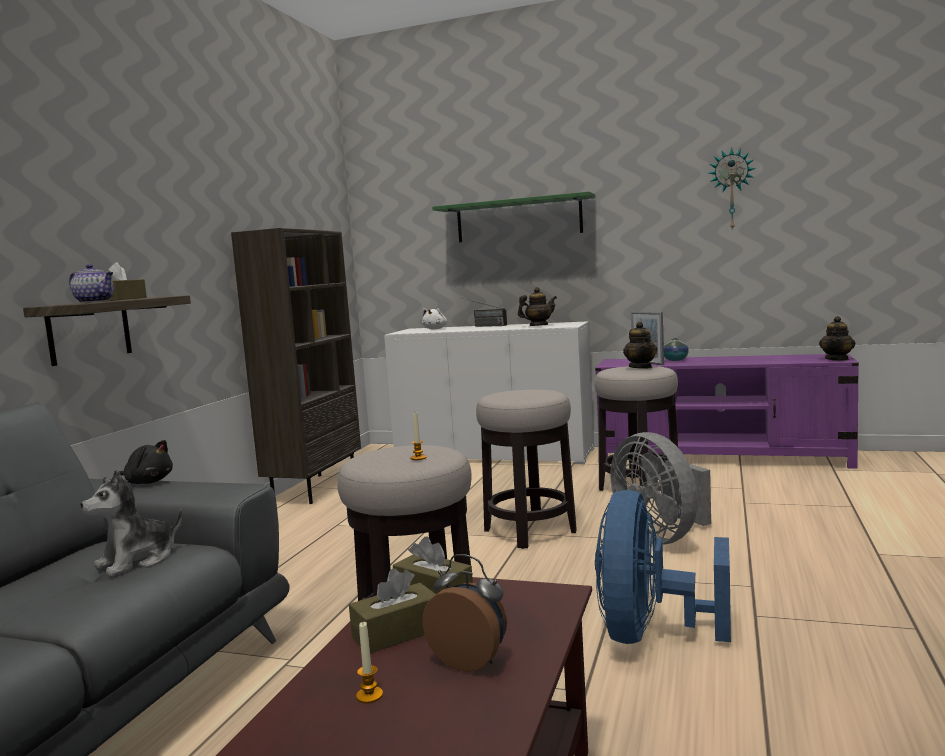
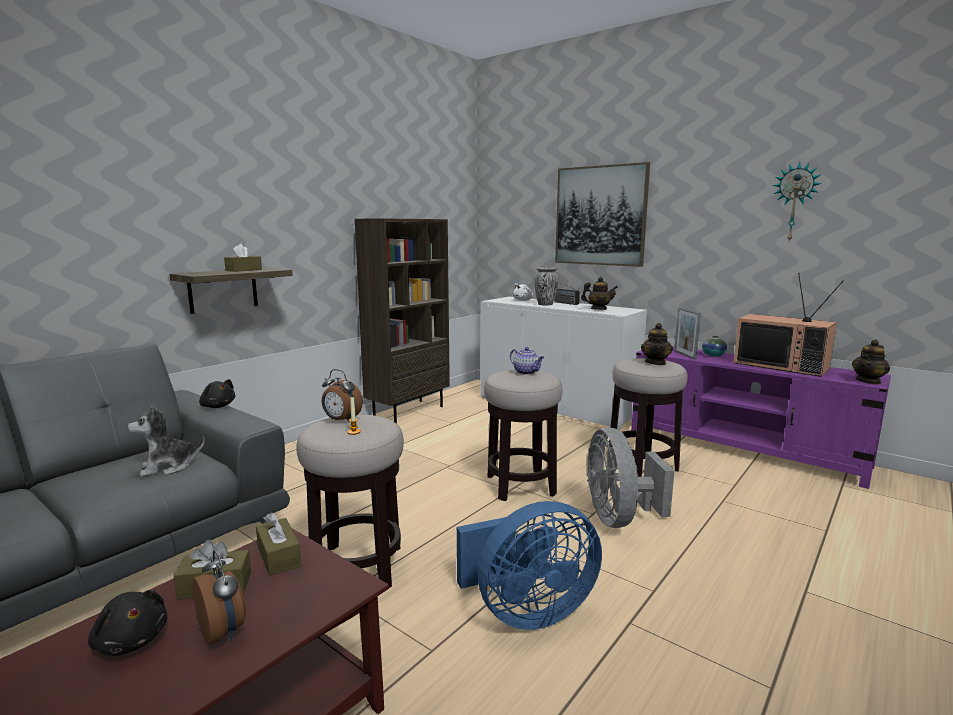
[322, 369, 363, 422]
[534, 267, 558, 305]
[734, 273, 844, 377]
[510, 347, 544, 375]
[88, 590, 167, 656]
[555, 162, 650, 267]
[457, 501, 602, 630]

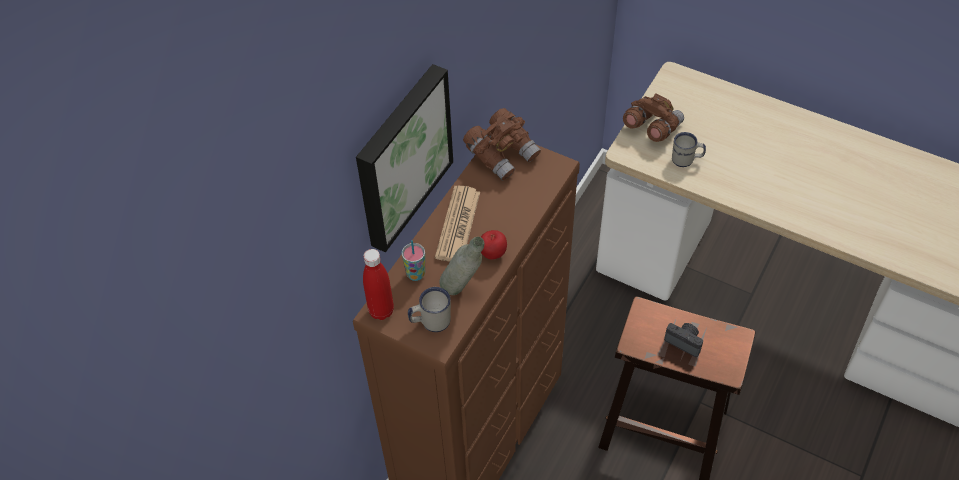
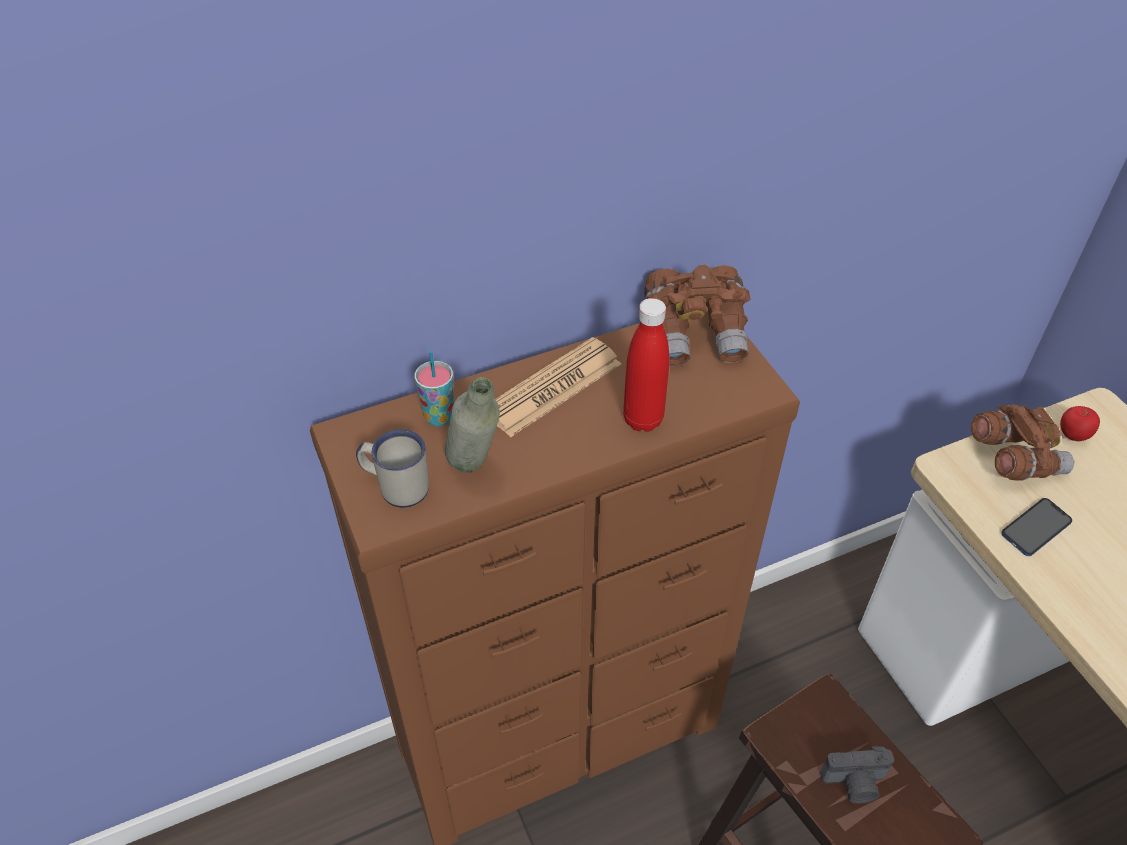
[356, 64, 453, 252] (first image)
[623, 298, 670, 432]
[1060, 406, 1100, 441]
[1001, 498, 1072, 556]
[820, 746, 894, 804]

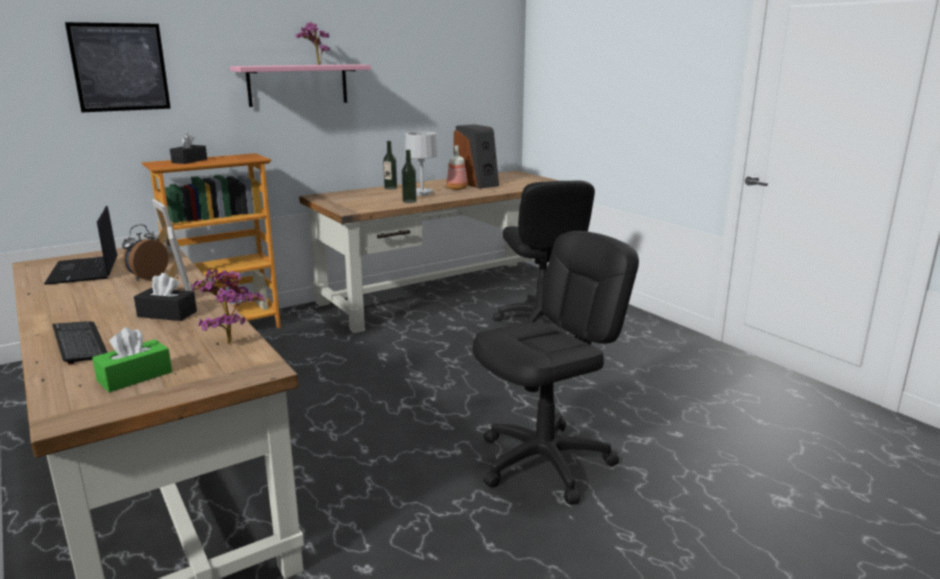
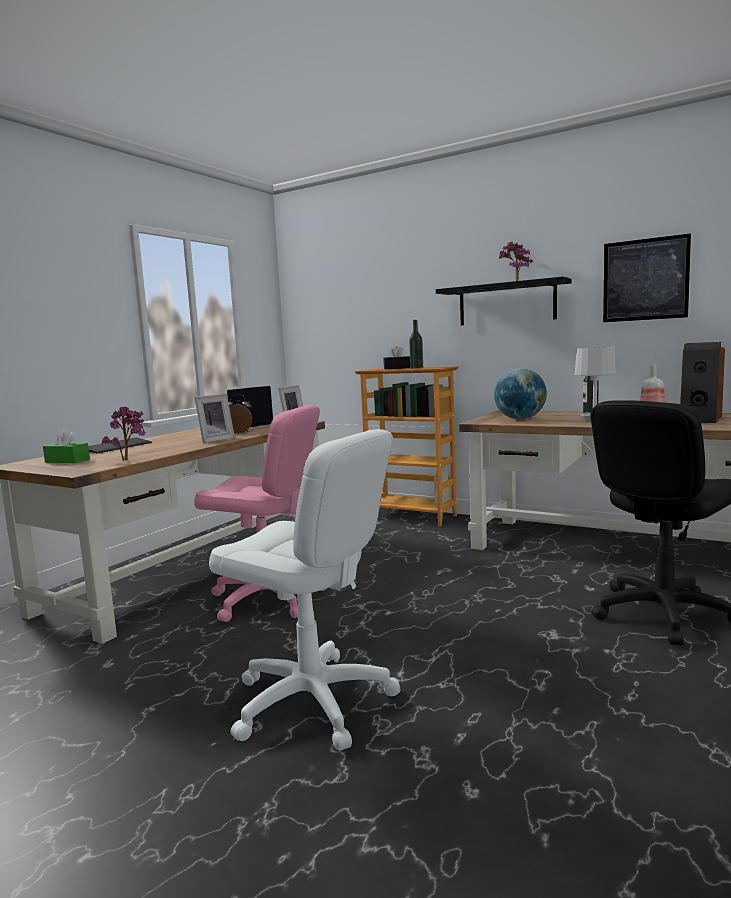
[134, 273, 197, 321] (first image)
[194, 405, 327, 622]
[494, 368, 547, 420]
[603, 233, 691, 322]
[409, 320, 423, 369]
[436, 277, 572, 325]
[209, 429, 400, 751]

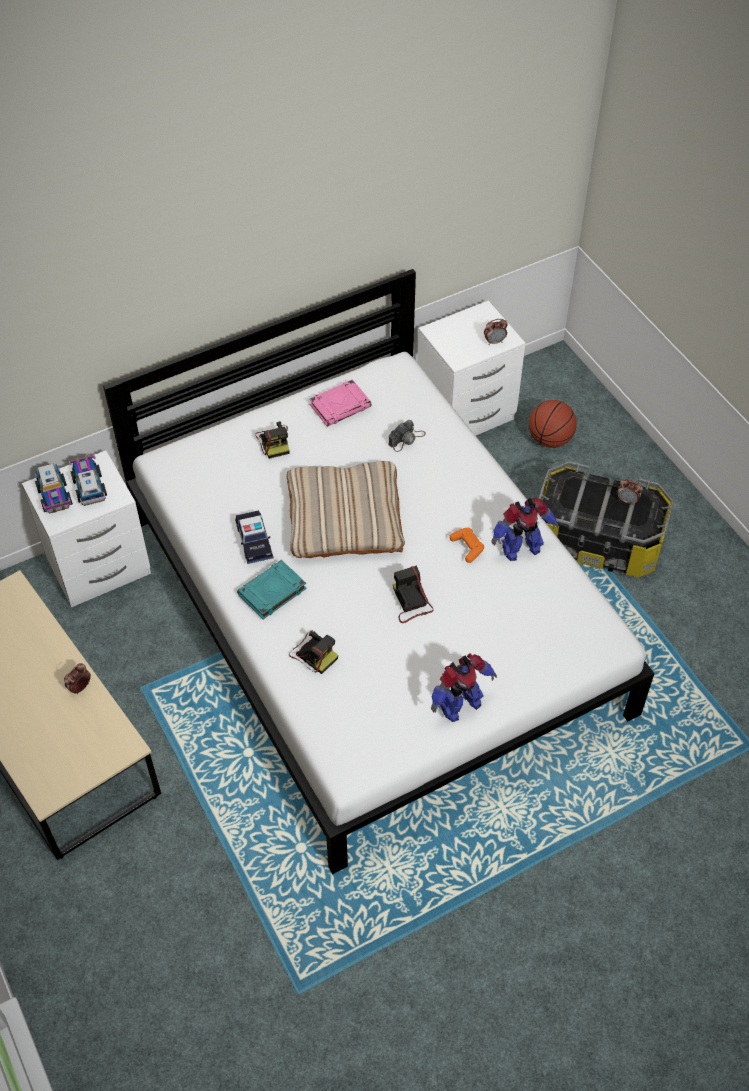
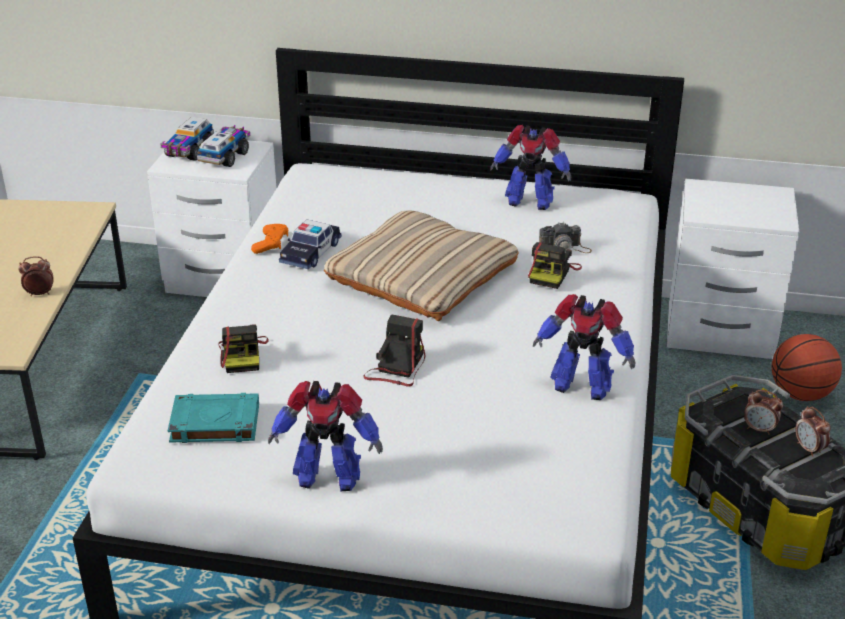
[167, 393, 259, 443]
[528, 242, 582, 289]
[251, 224, 288, 254]
[744, 390, 783, 435]
[490, 125, 571, 210]

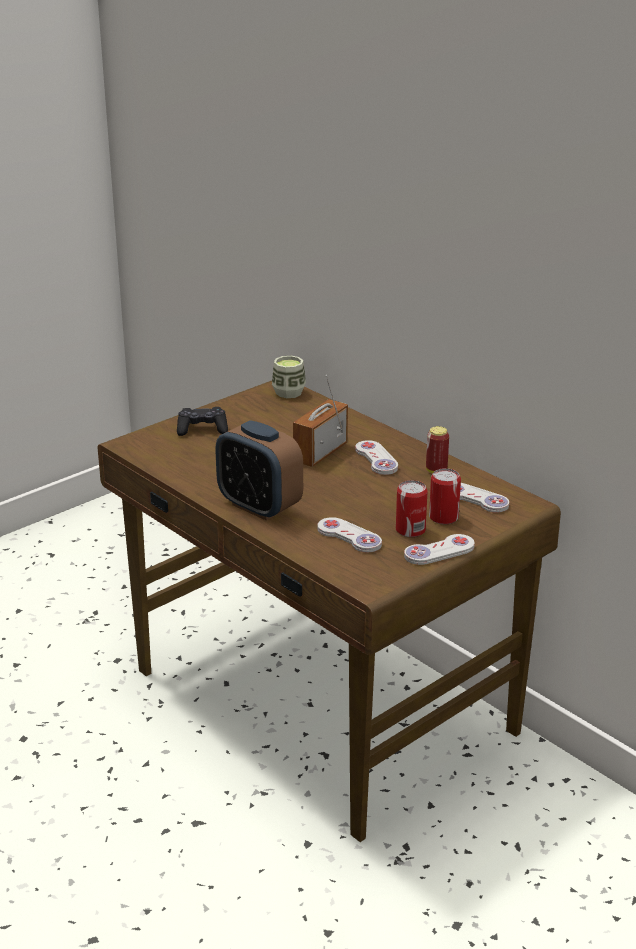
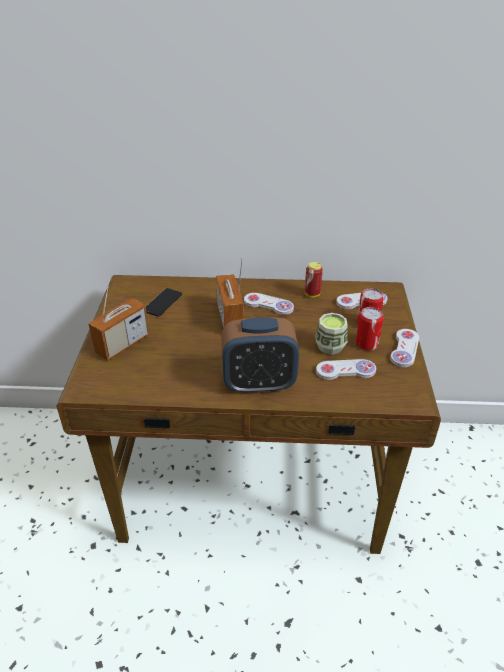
[146, 288, 182, 317]
[315, 313, 347, 355]
[88, 268, 150, 361]

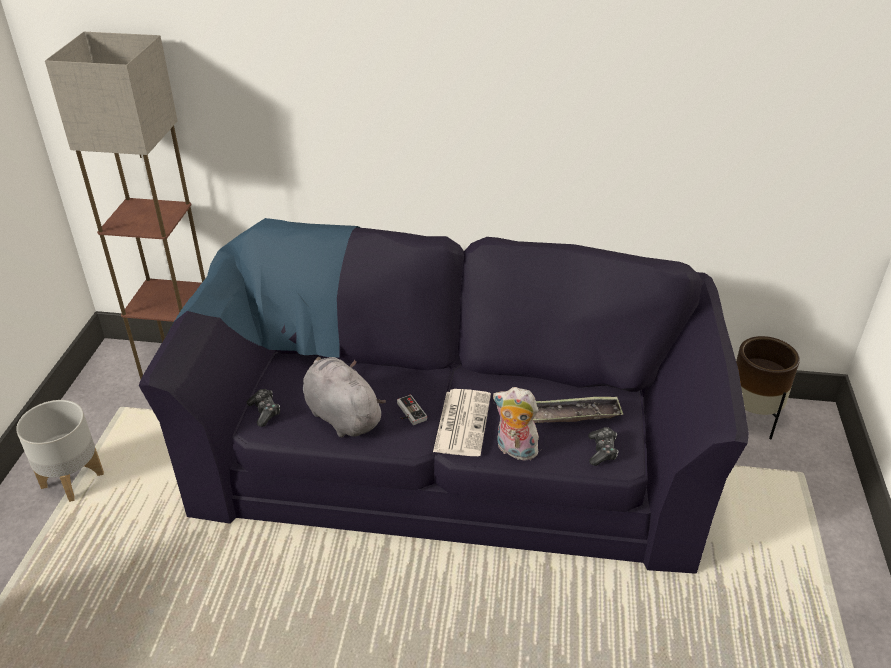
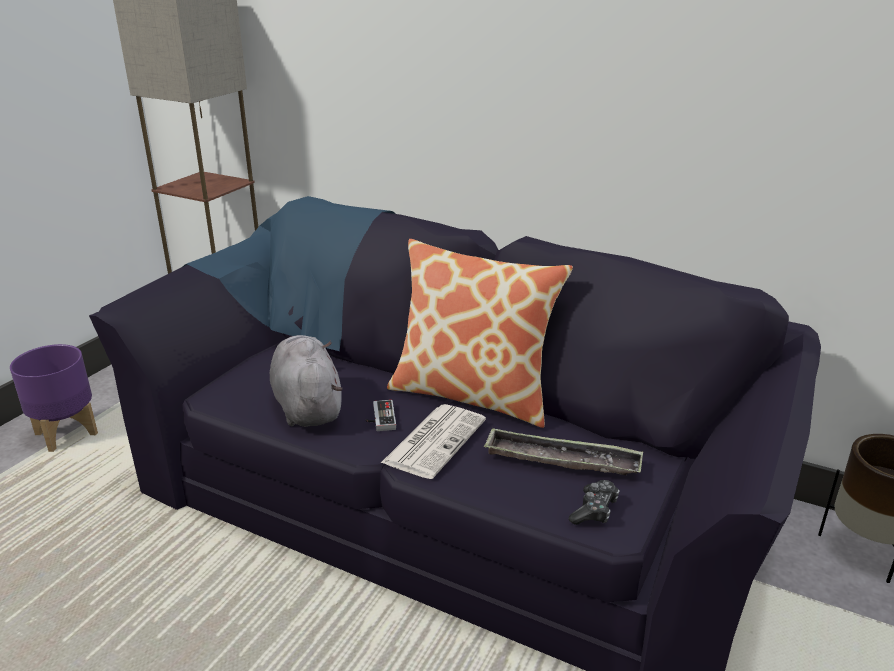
[247, 389, 280, 427] (first image)
[493, 387, 539, 460] (first image)
[387, 239, 573, 428]
[10, 344, 98, 452]

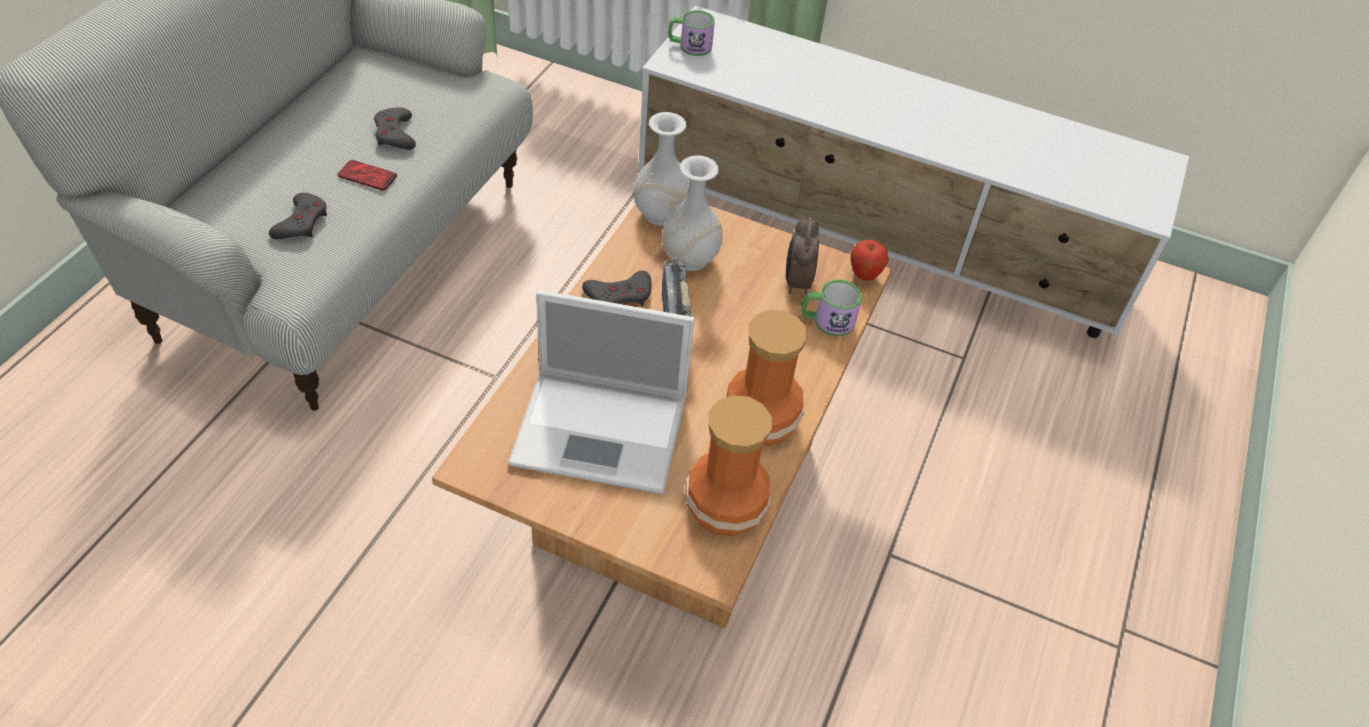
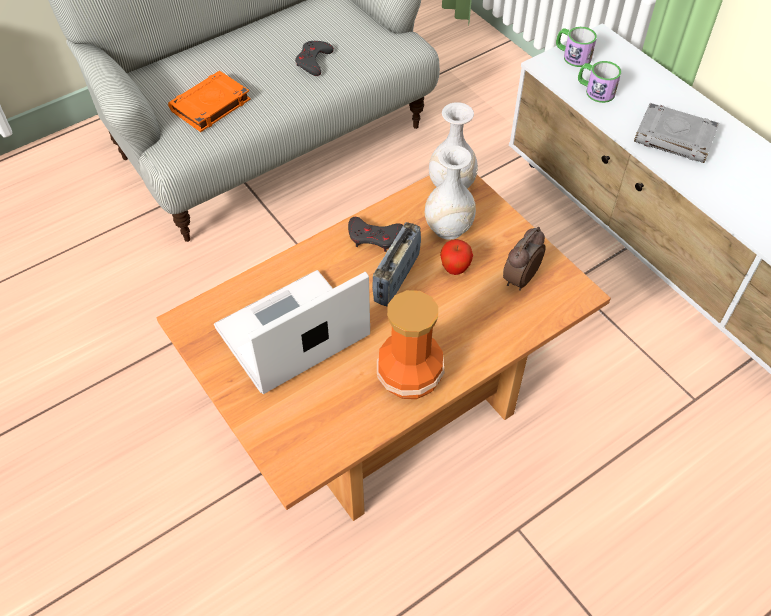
[338, 160, 397, 191] (first image)
[685, 395, 772, 536] (first image)
[634, 103, 719, 163]
[578, 61, 621, 103]
[440, 239, 473, 275]
[168, 71, 251, 132]
[214, 270, 370, 394]

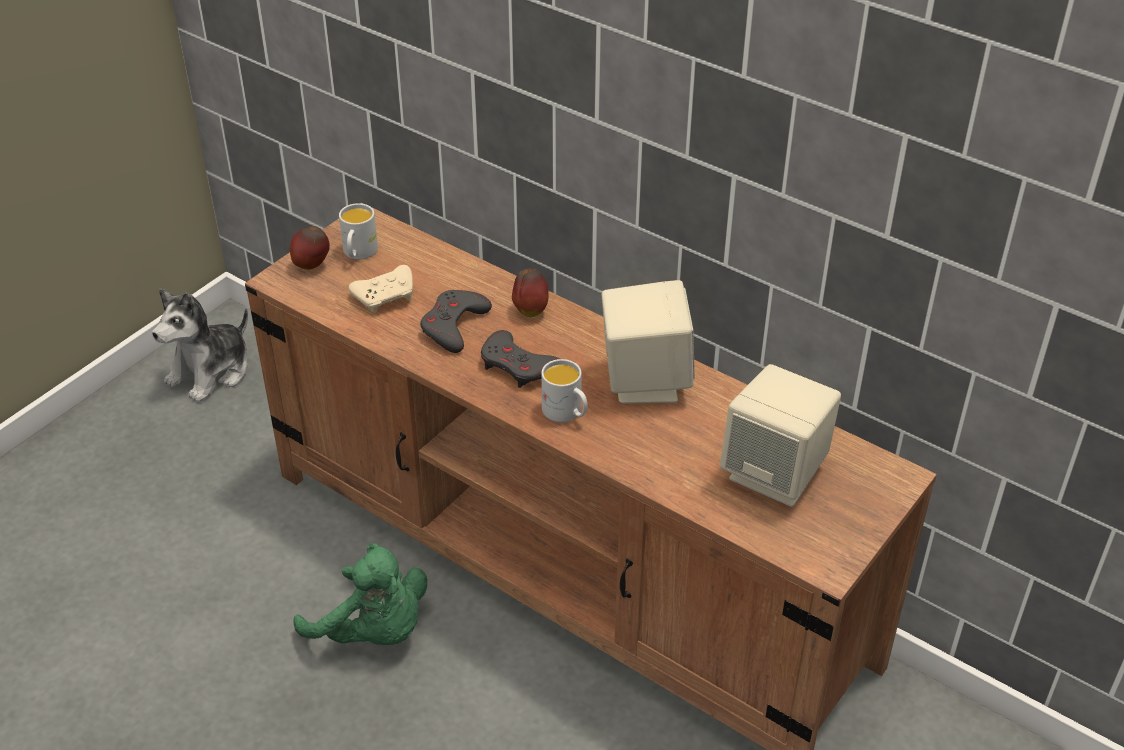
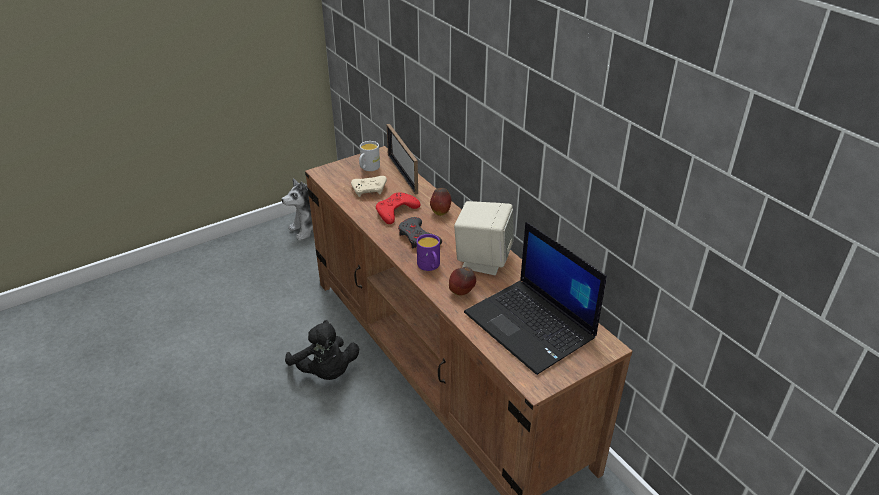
[387, 124, 418, 195]
[449, 267, 476, 296]
[464, 222, 607, 375]
[285, 320, 359, 380]
[376, 192, 421, 224]
[417, 234, 440, 271]

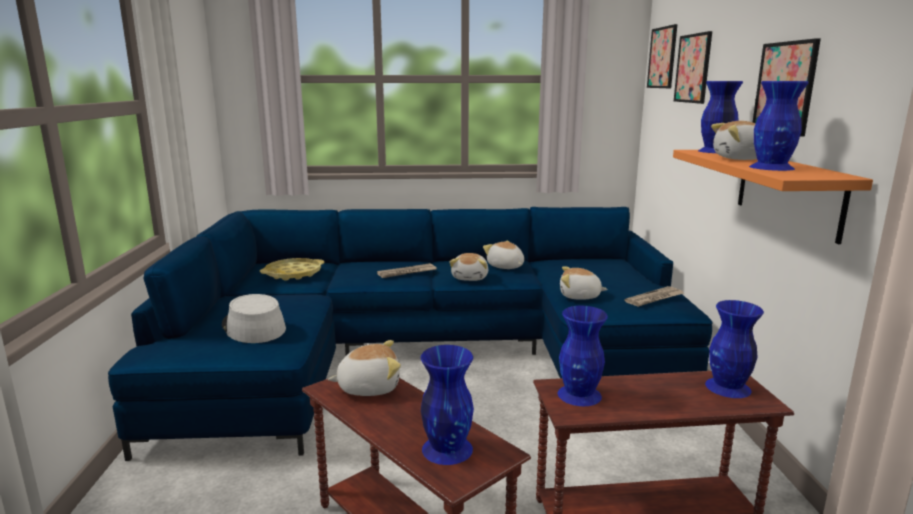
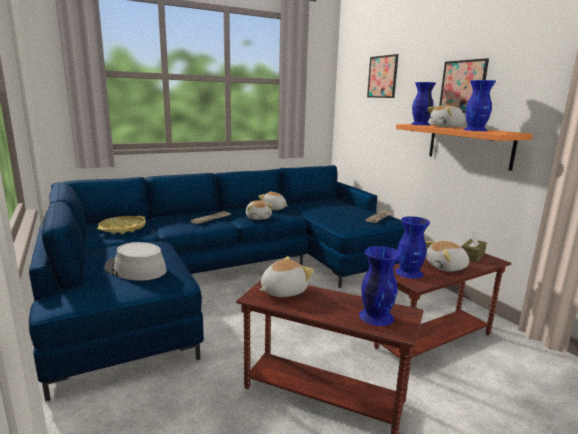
[647, 24, 677, 88] (first image)
[425, 241, 469, 272]
[461, 232, 487, 263]

